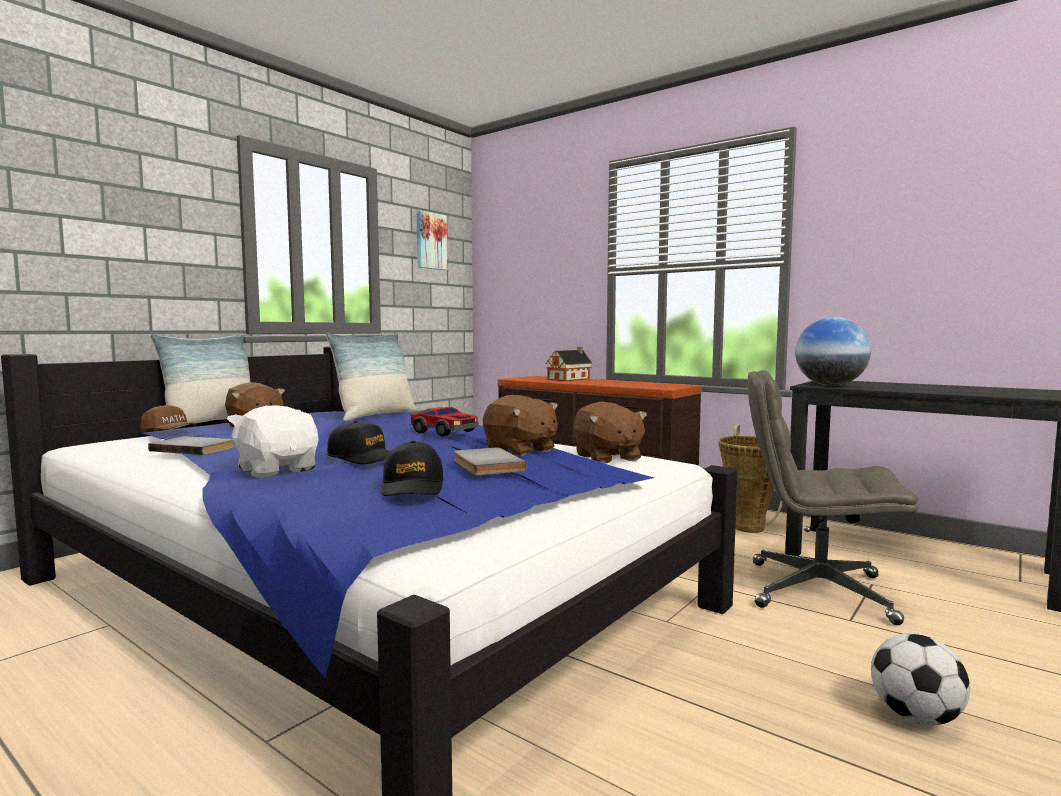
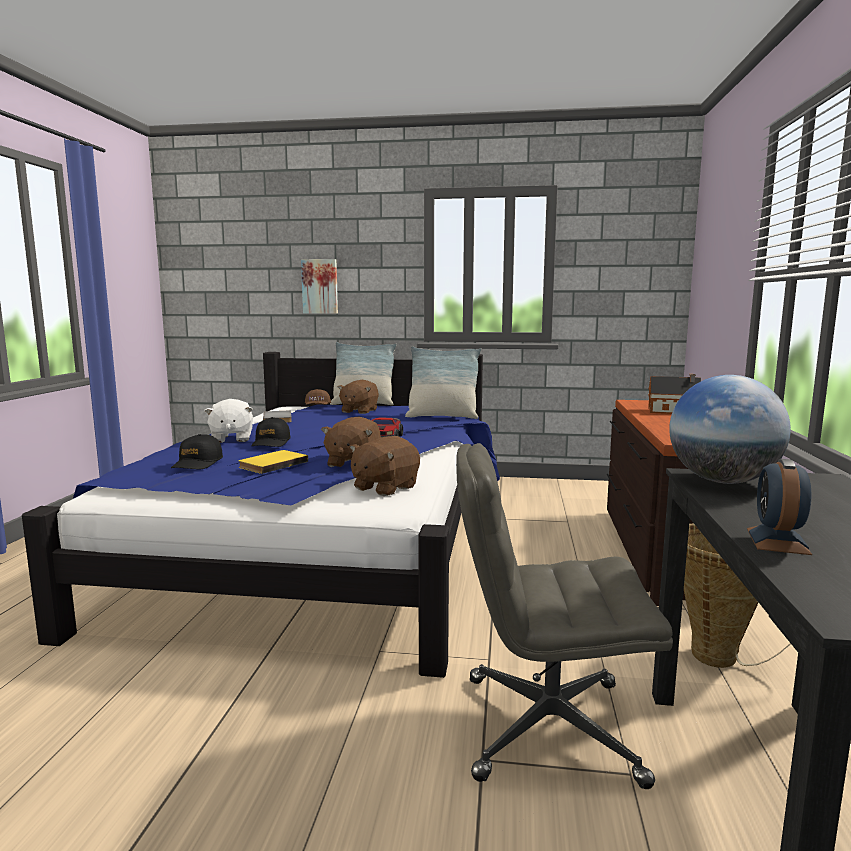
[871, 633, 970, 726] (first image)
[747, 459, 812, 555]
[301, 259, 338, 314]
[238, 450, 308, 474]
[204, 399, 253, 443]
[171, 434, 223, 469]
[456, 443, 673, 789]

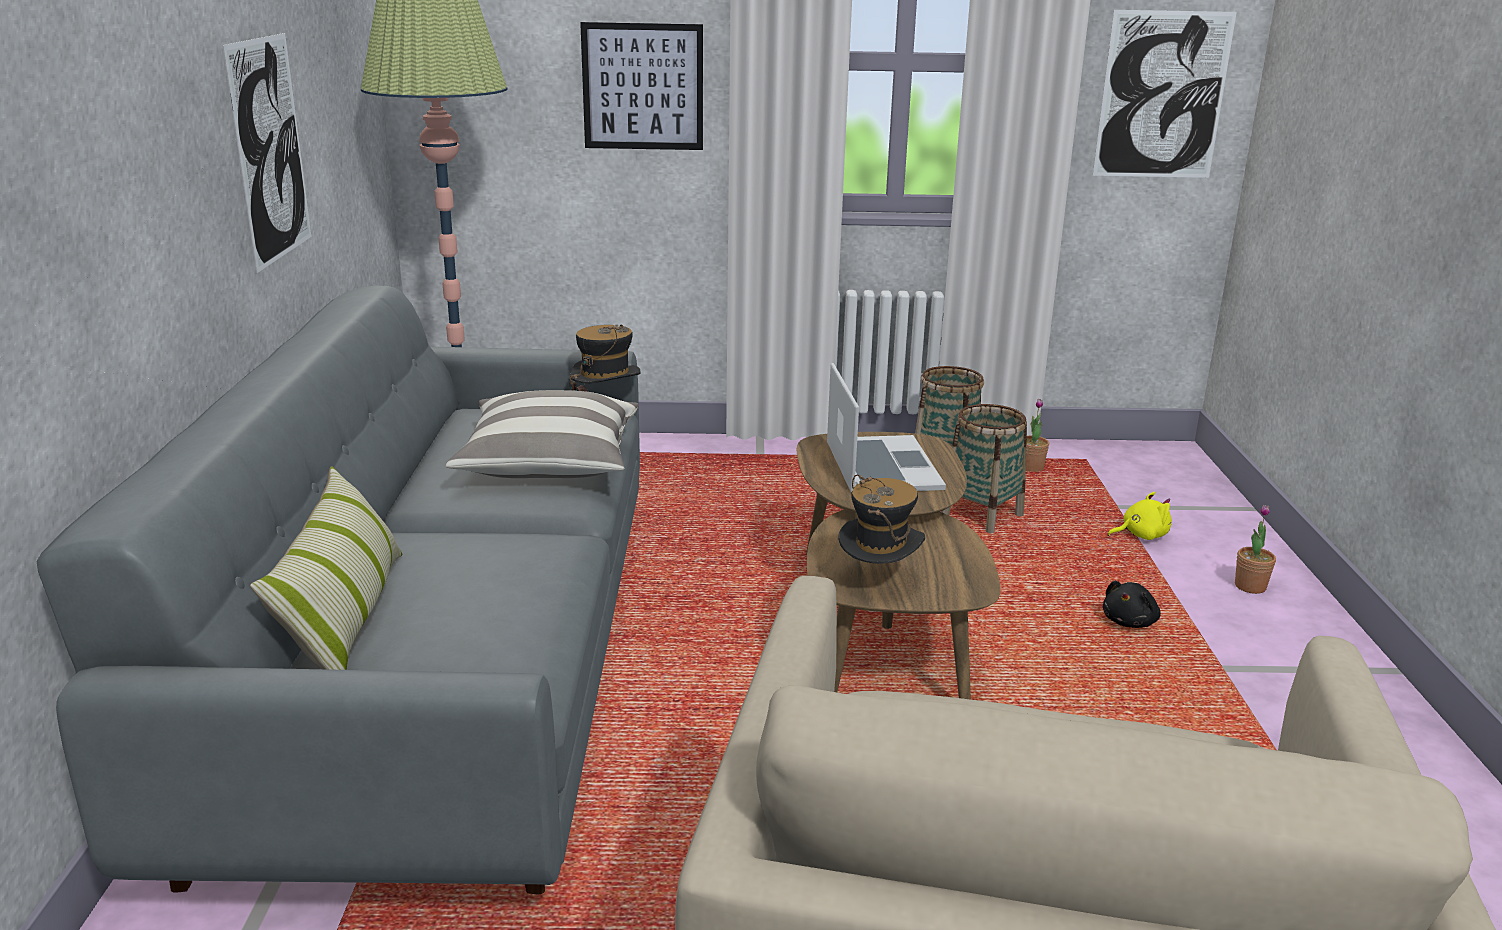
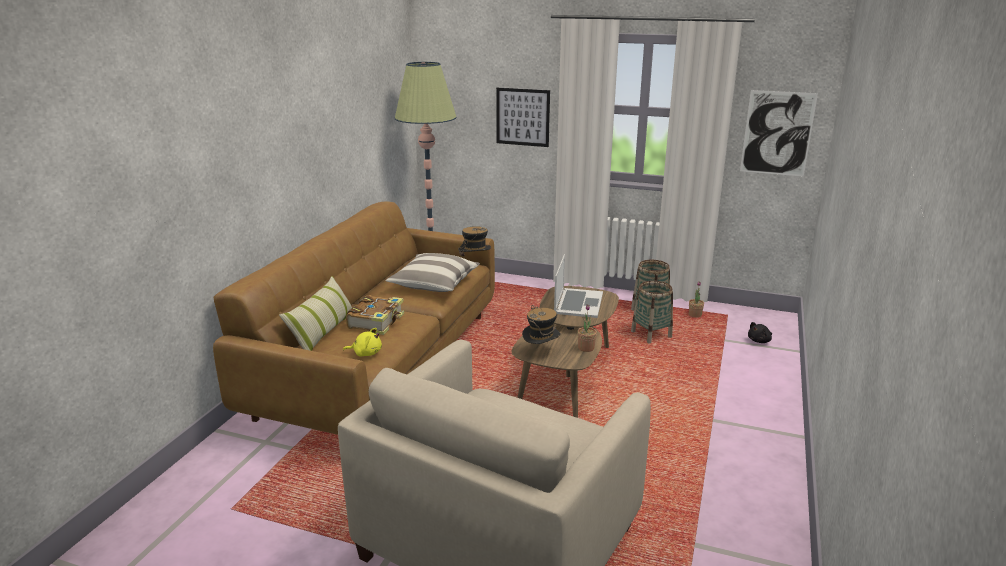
[222, 33, 311, 273] (first image)
[346, 295, 404, 335]
[748, 322, 772, 343]
[343, 328, 382, 357]
[577, 304, 597, 352]
[213, 201, 495, 435]

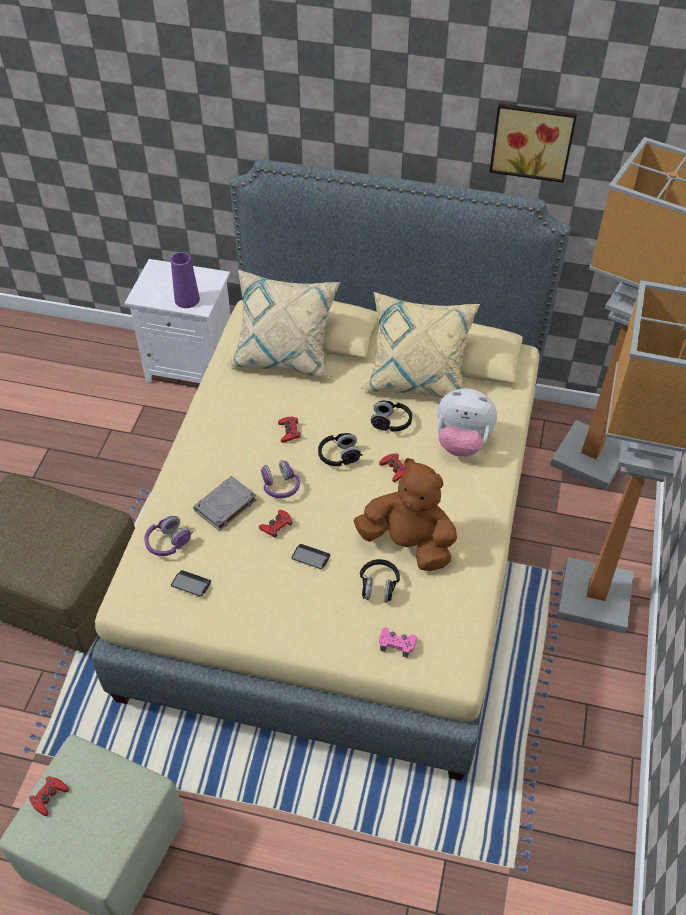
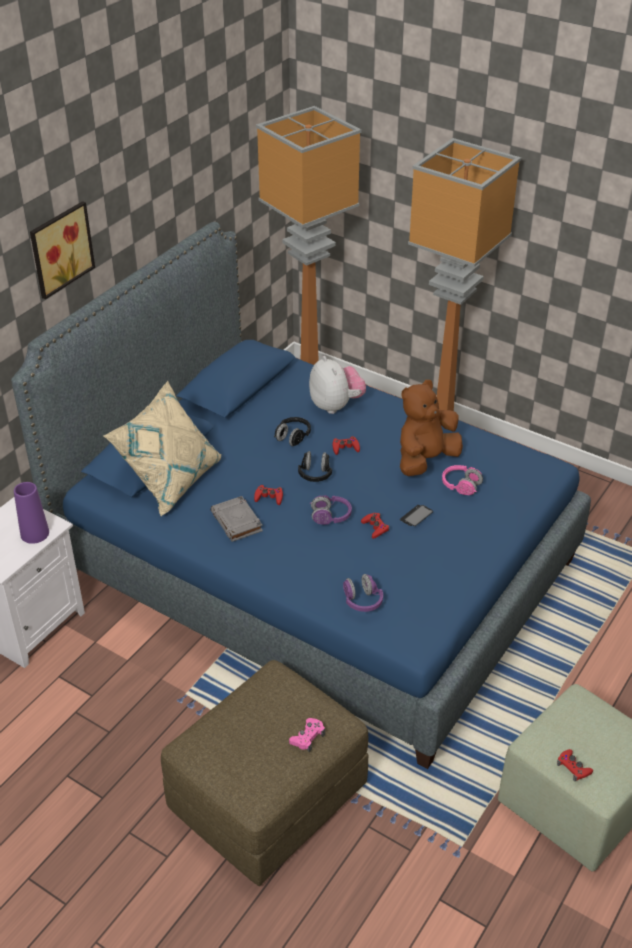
[171, 570, 211, 597] (first image)
[361, 292, 480, 398] (first image)
[211, 496, 263, 542]
[289, 718, 325, 752]
[30, 201, 95, 299]
[11, 222, 591, 769]
[442, 465, 483, 495]
[309, 356, 366, 414]

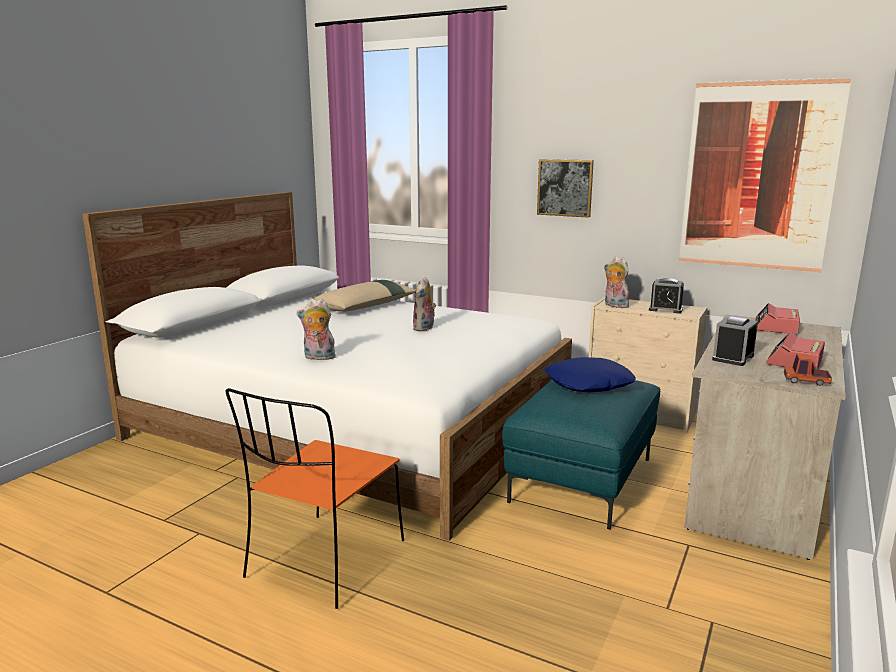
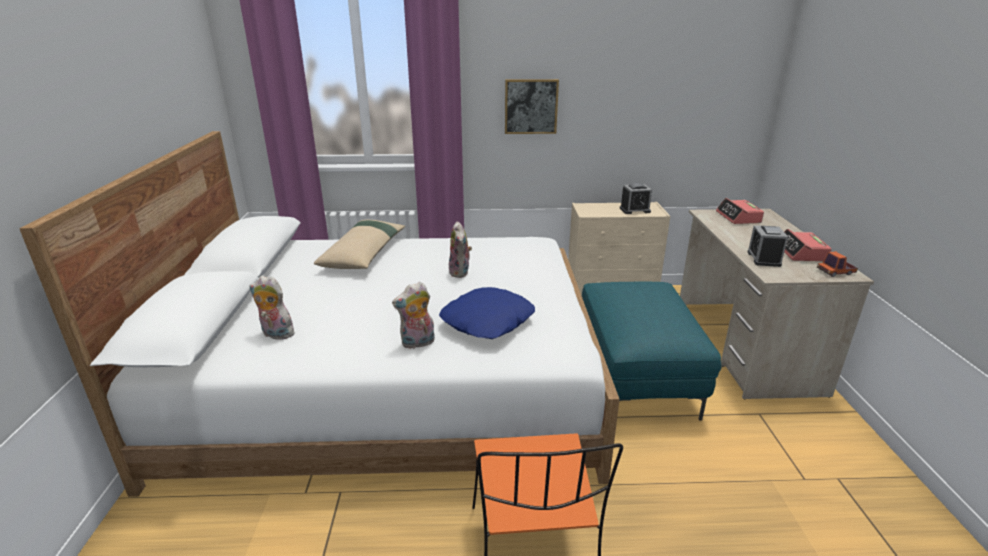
[679, 78, 851, 272] (first image)
[439, 287, 535, 339]
[249, 276, 296, 340]

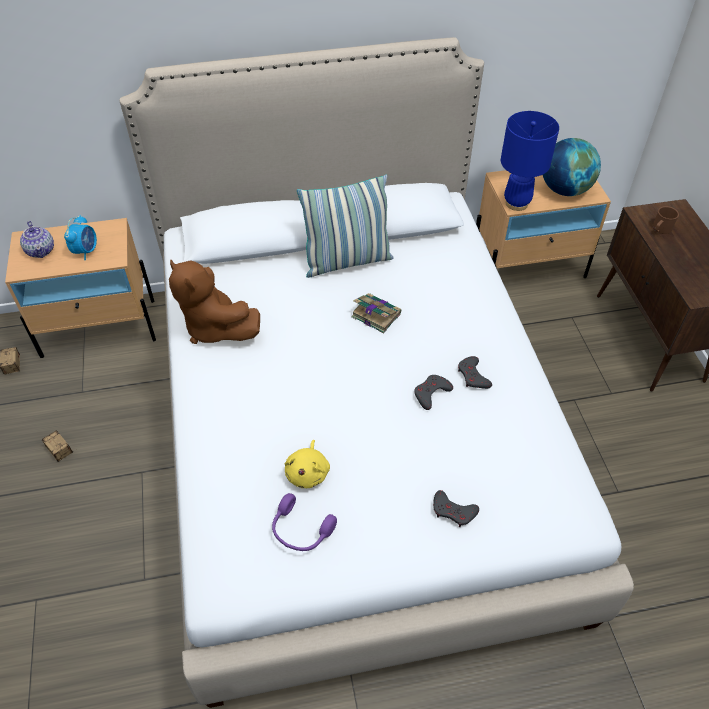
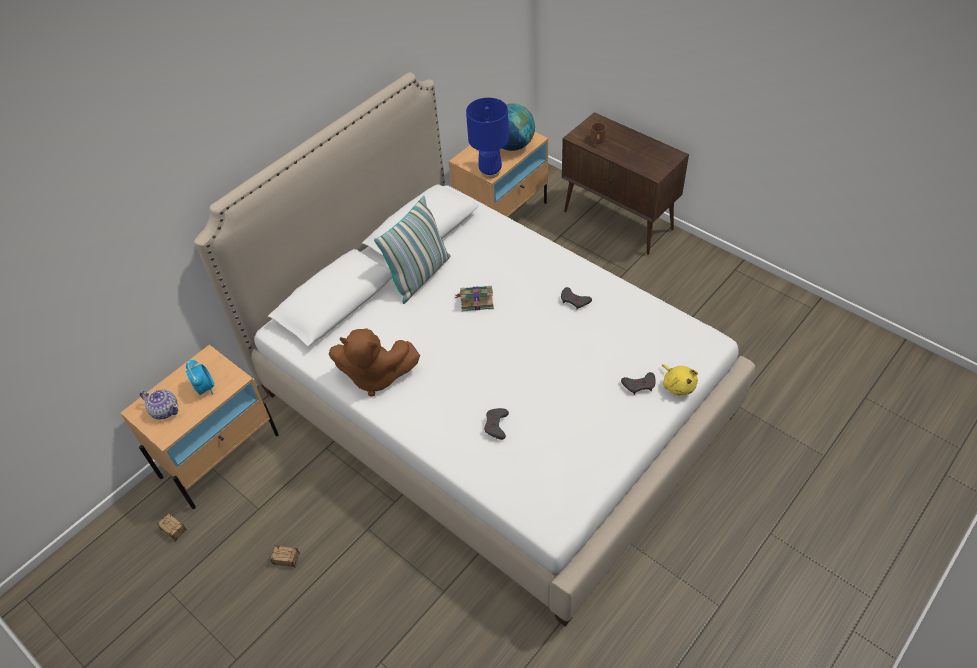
[272, 493, 337, 551] (first image)
[662, 364, 698, 396]
[484, 408, 509, 440]

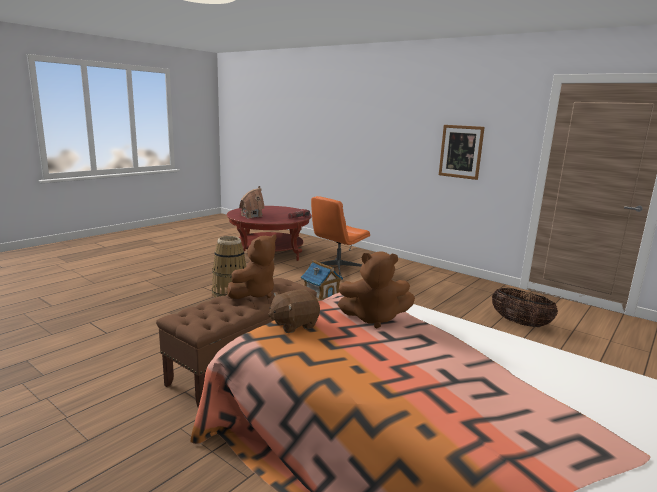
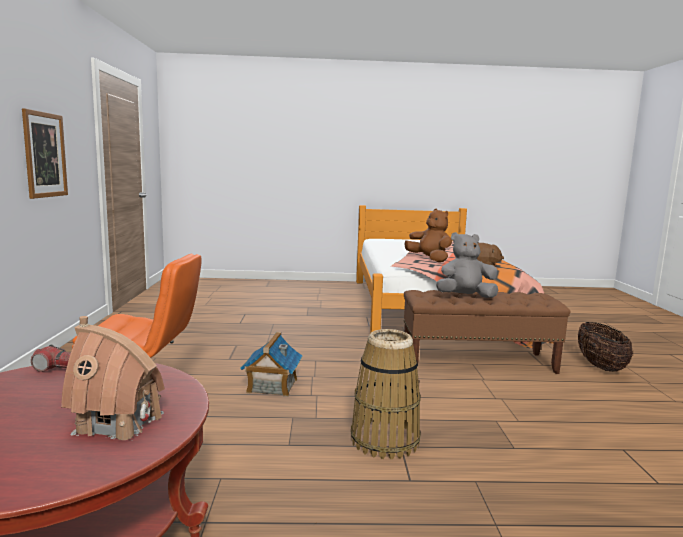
[578, 322, 633, 372]
[436, 232, 498, 298]

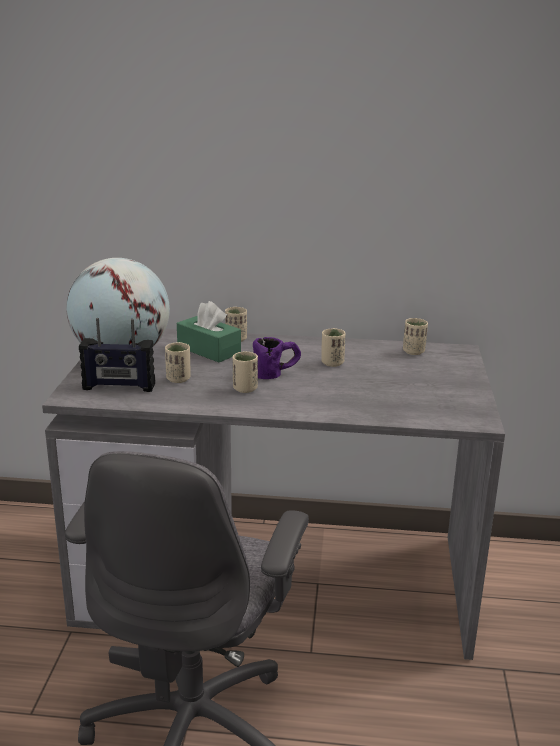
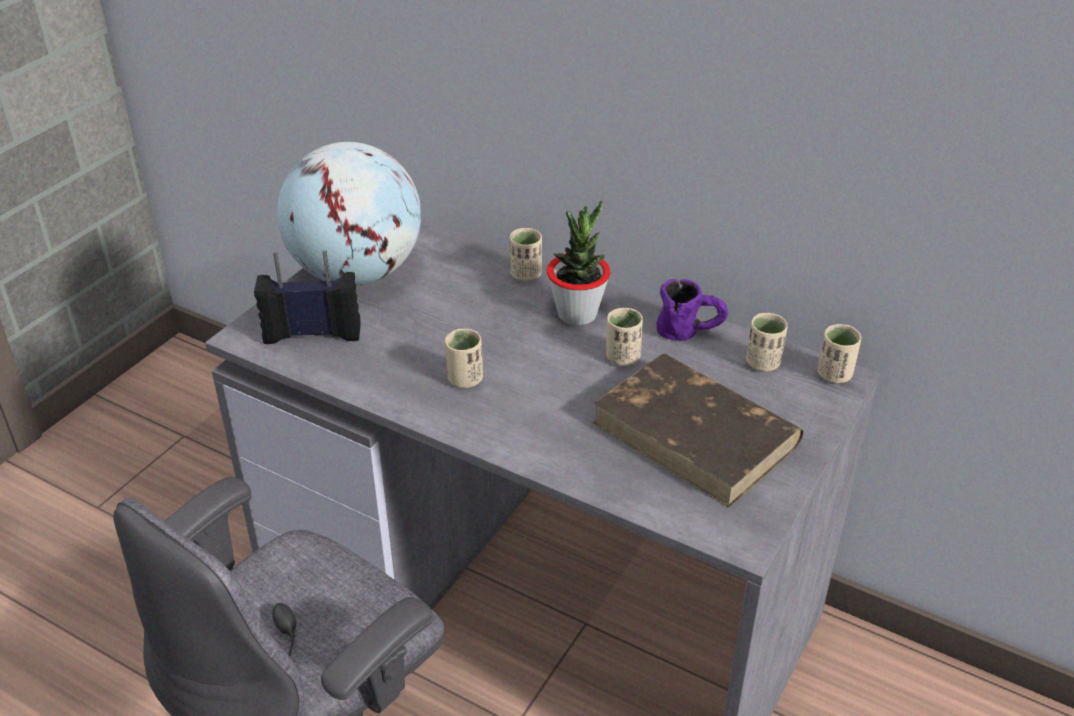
[177, 301, 241, 362] (first image)
[547, 200, 610, 325]
[593, 353, 803, 508]
[817, 324, 862, 383]
[656, 279, 728, 341]
[254, 250, 361, 344]

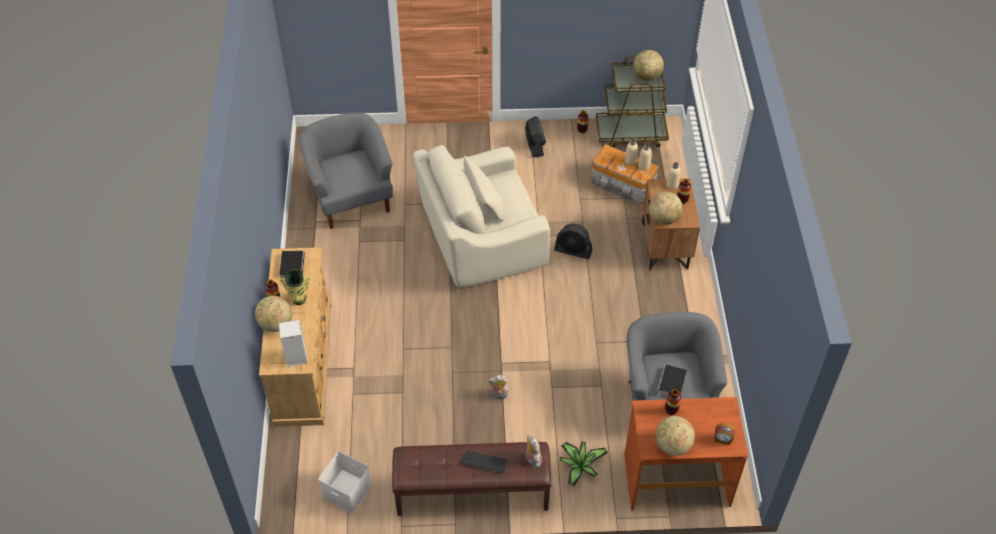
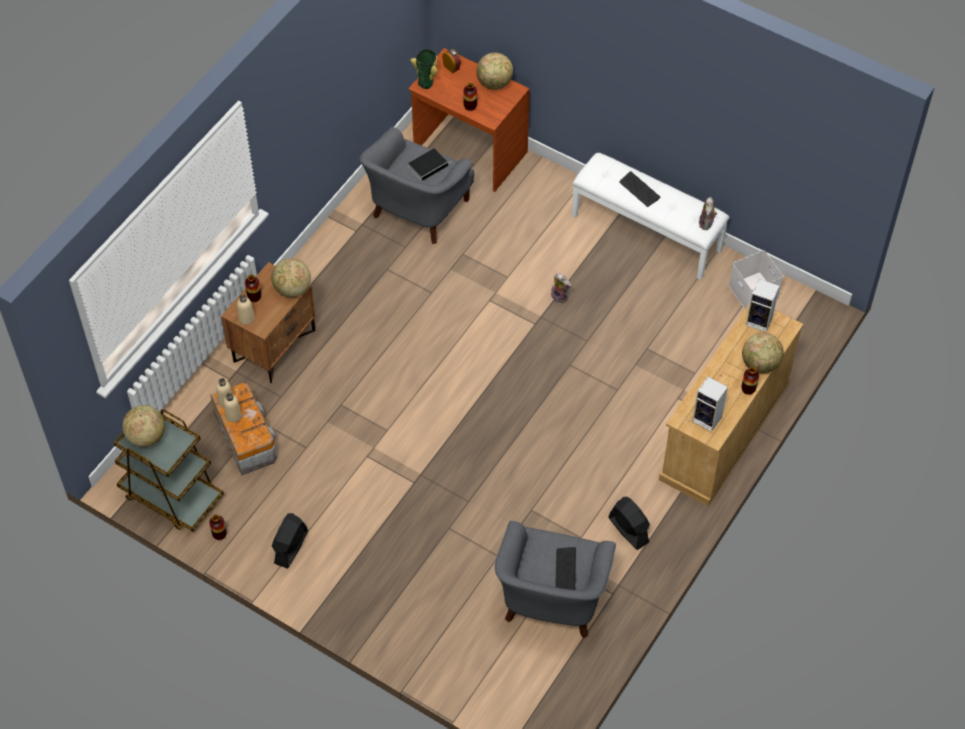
[413, 145, 550, 289] (first image)
[560, 441, 608, 486] (first image)
[555, 547, 576, 590]
[410, 49, 438, 89]
[699, 197, 718, 230]
[608, 497, 650, 550]
[692, 377, 728, 432]
[572, 153, 730, 280]

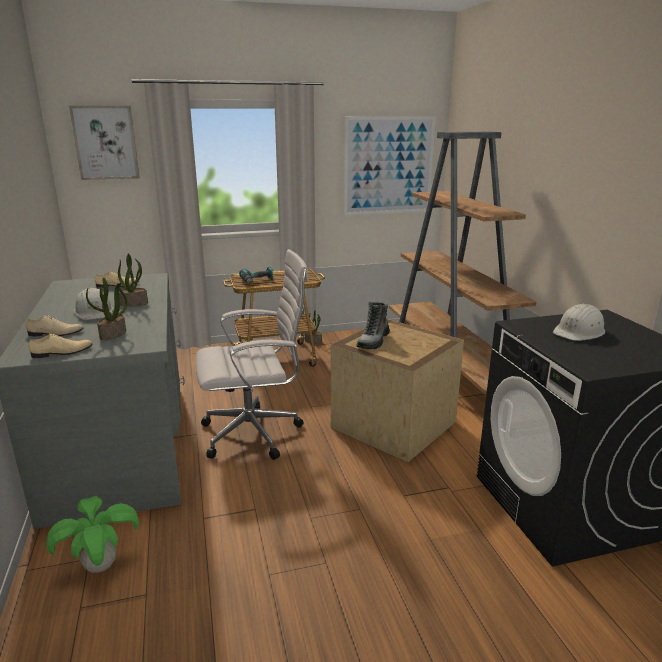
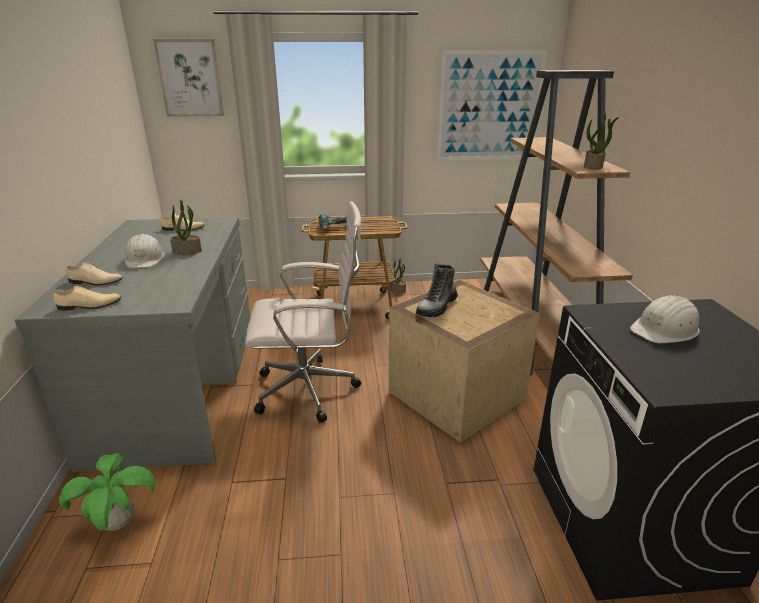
[584, 112, 619, 170]

